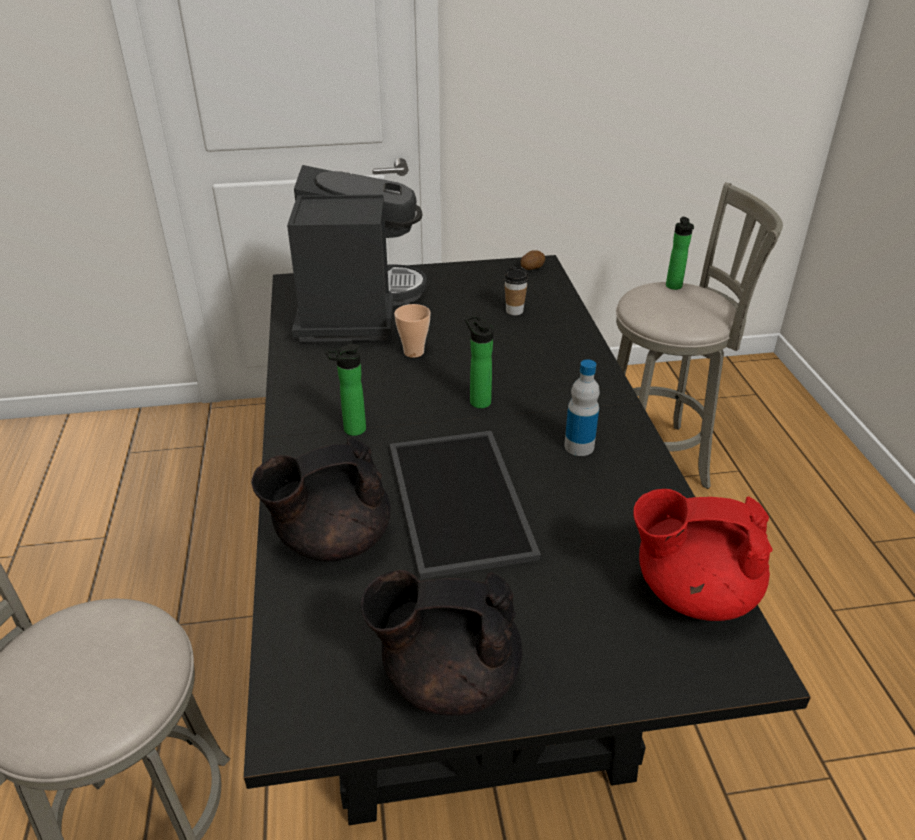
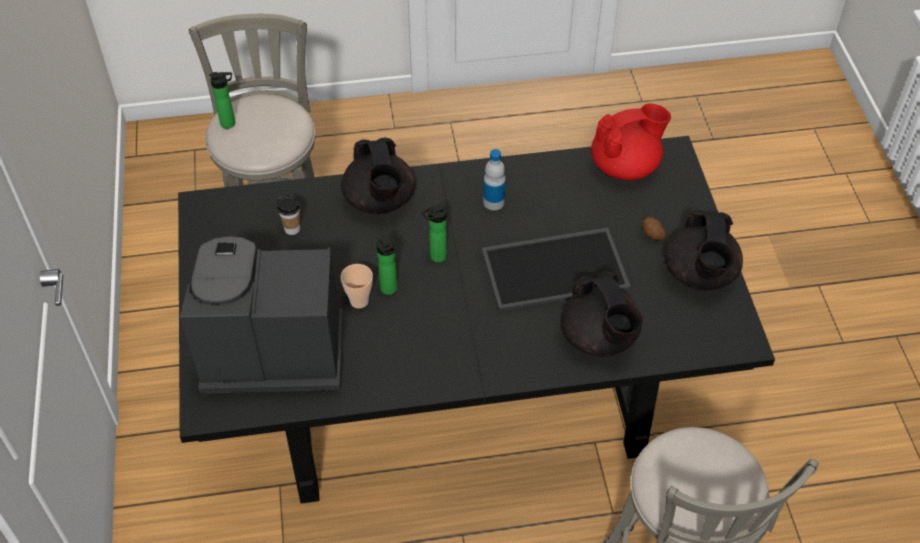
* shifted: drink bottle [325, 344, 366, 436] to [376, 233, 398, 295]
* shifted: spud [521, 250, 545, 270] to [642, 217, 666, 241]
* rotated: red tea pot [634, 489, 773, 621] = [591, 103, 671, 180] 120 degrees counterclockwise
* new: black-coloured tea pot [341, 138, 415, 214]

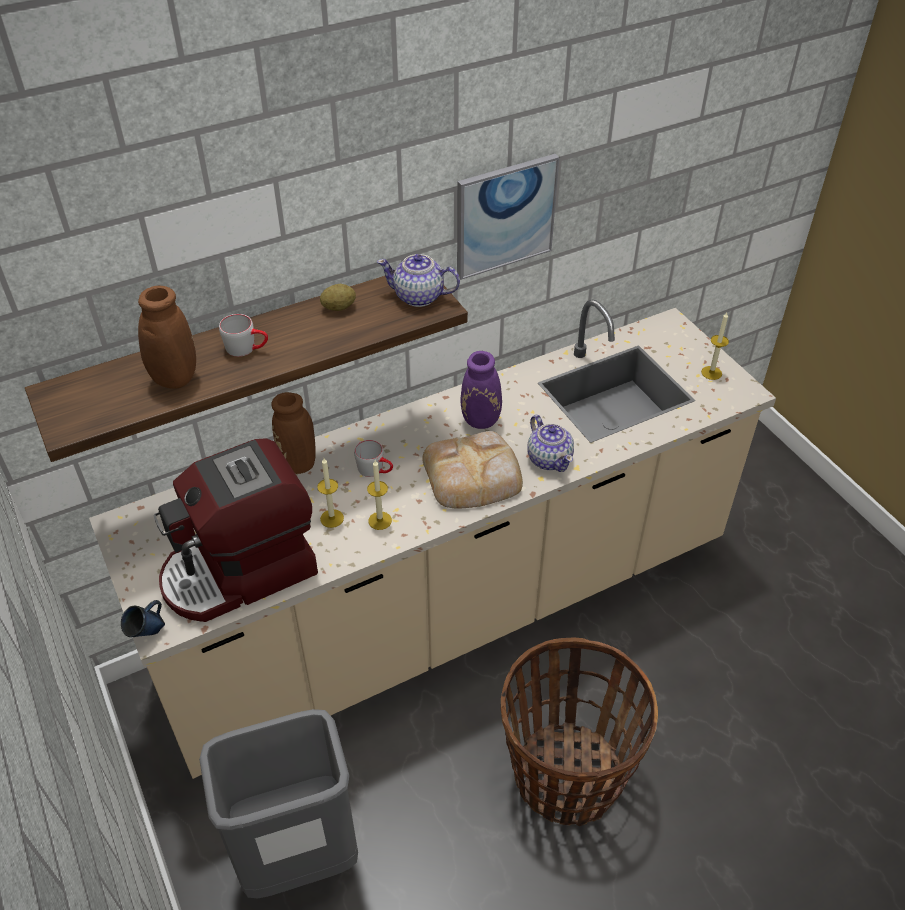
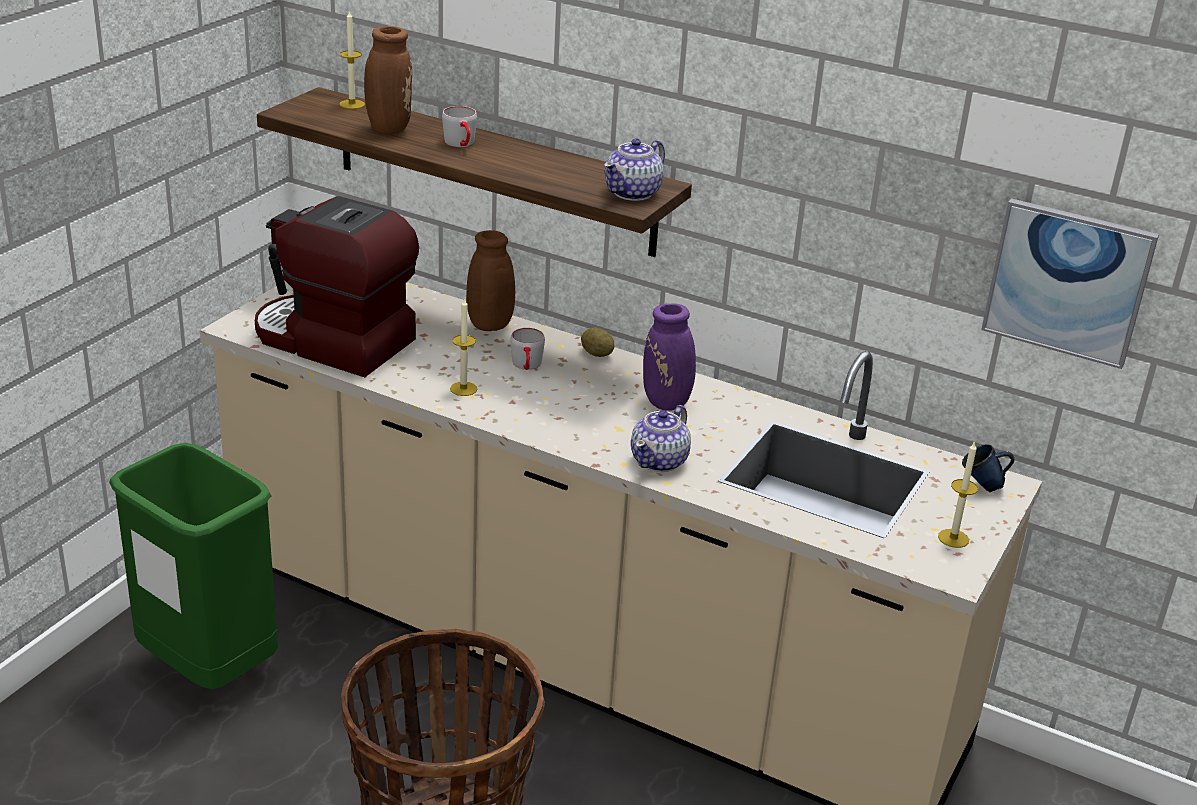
* shifted: bluish coffee mug [121, 600, 165, 637] to [962, 444, 1014, 492]
* repainted: gray rubbish bin [199, 709, 358, 898] to green rubbish bin [109, 442, 278, 690]
* shifted: wax light [317, 458, 344, 528] to [339, 11, 365, 109]
* shifted: spud [320, 284, 356, 311] to [581, 328, 615, 357]
* rotated: tea pot [377, 254, 460, 307] = [604, 138, 665, 201] 120 degrees counterclockwise
* gone: bakery bread [422, 431, 523, 508]
* shifted: wall picture [457, 154, 559, 280] to [981, 198, 1159, 369]

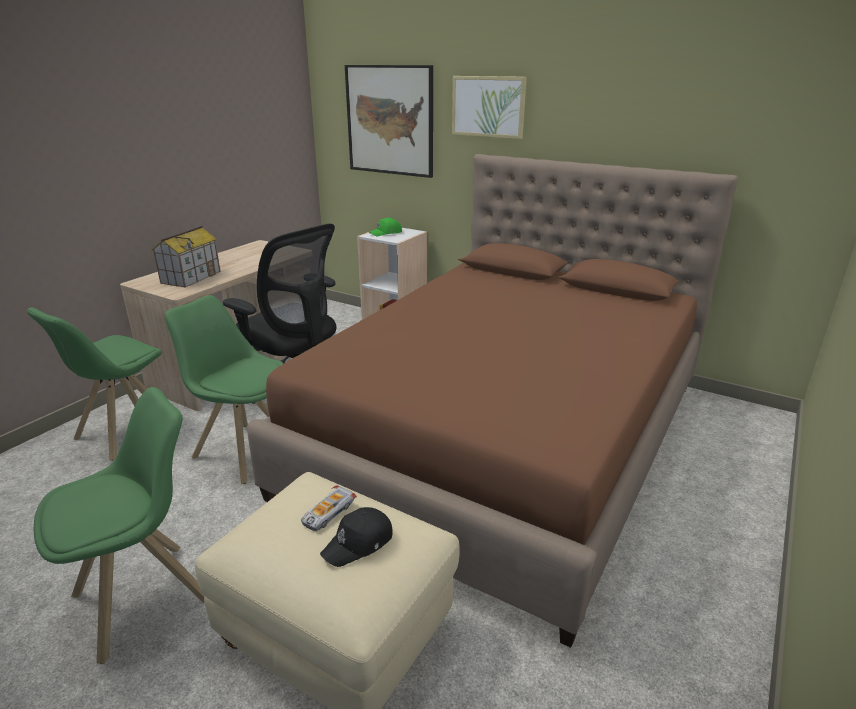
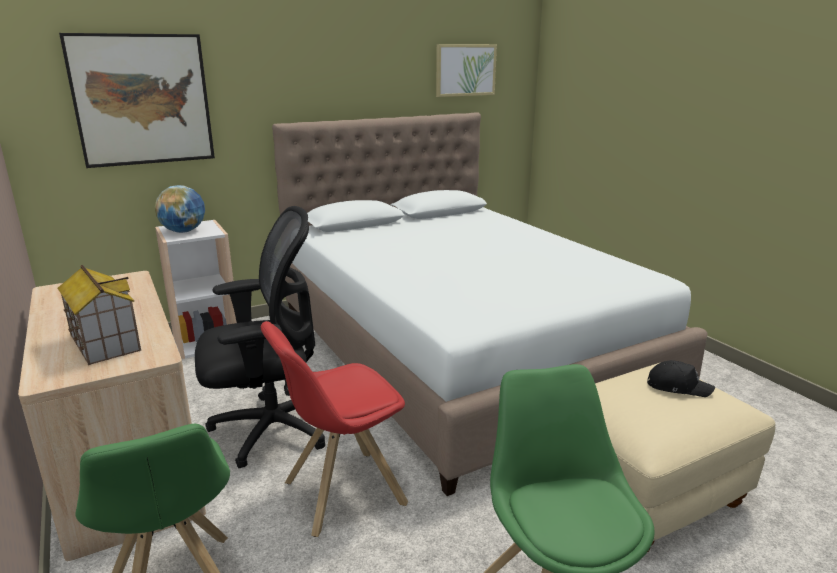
* repainted: green chair [165, 295, 284, 484] to red chair [261, 321, 408, 537]
* repainted: brown-coloured sleeping bed [247, 154, 738, 648] to white-coloured sleeping bed [272, 113, 708, 496]
* gone: toy car [301, 485, 357, 531]
* rotated: black-coloured cap [320, 507, 393, 567] = [647, 360, 715, 397] 60 degrees counterclockwise
* swapped: green cap [369, 217, 402, 237] to world globe [155, 185, 205, 233]
* shifted: wall picture [452, 76, 527, 139] to [436, 44, 497, 97]

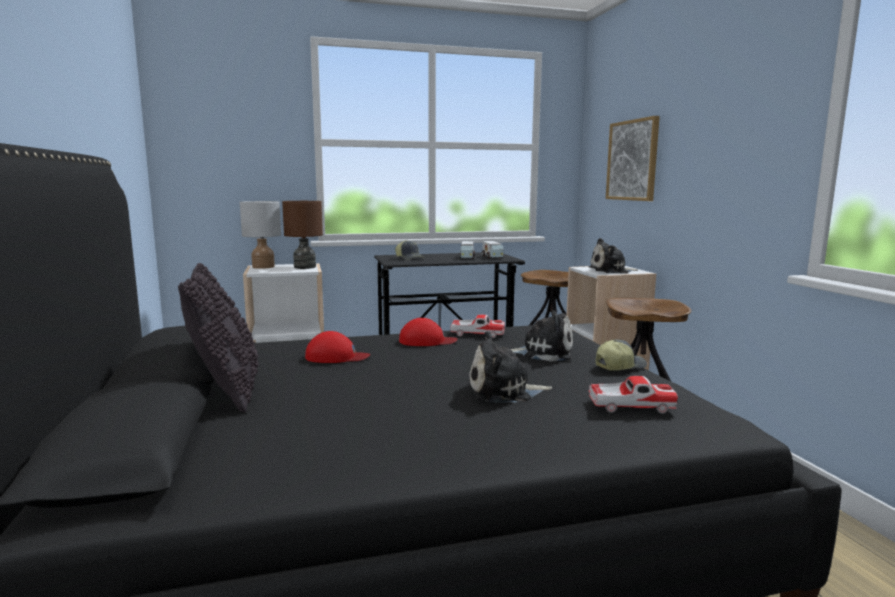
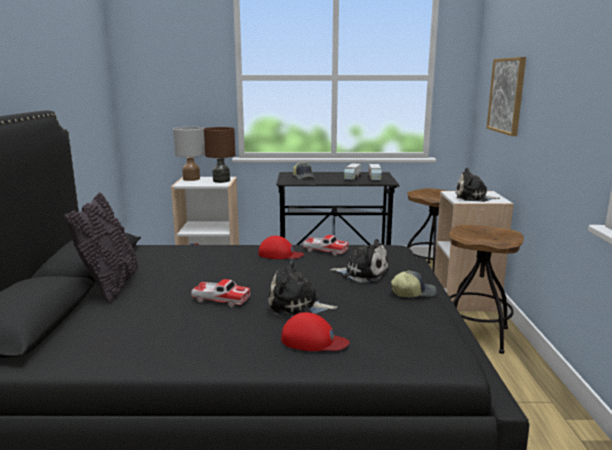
* shifted: red cap [305, 331, 370, 363] to [281, 312, 350, 351]
* shifted: toy car [588, 376, 678, 414] to [191, 279, 250, 307]

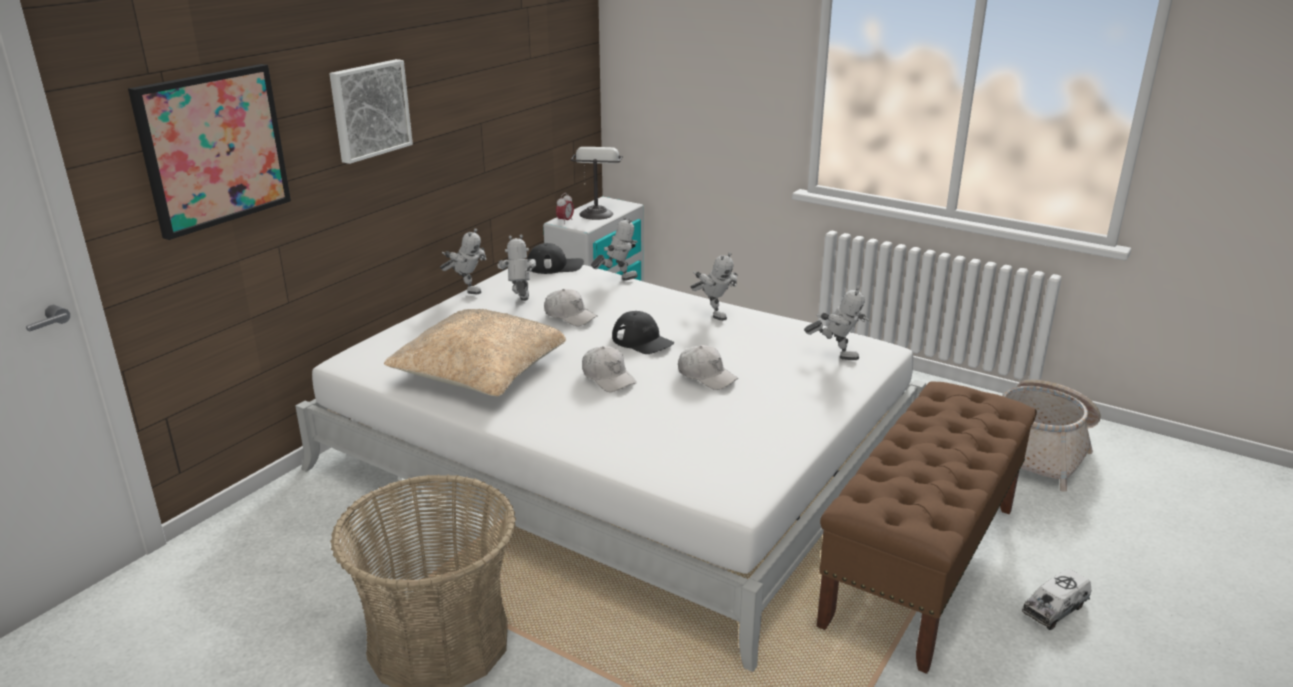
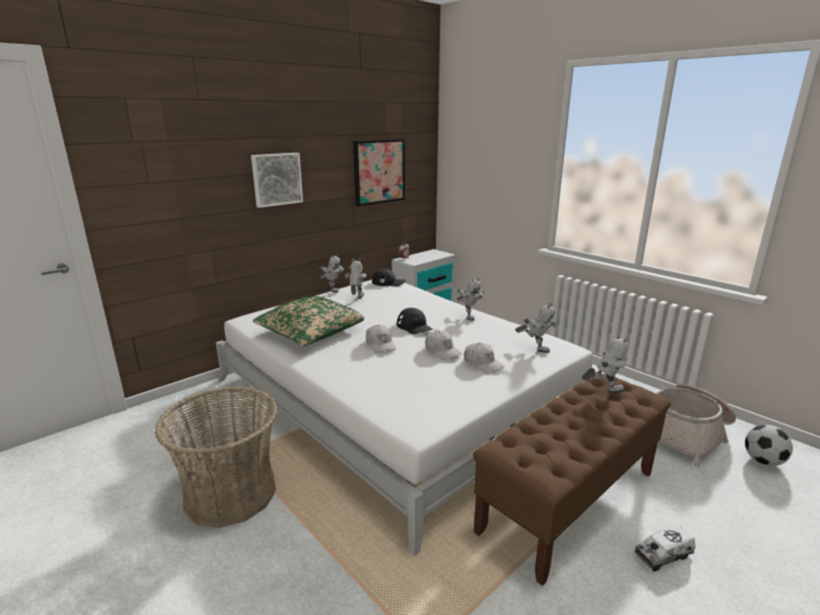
* shifted: wall picture [128, 64, 291, 240] to [353, 139, 405, 206]
* repainted: sand-coloured pillow [384, 309, 566, 397] to green pillow [253, 296, 364, 346]
* shifted: white-coloured cap [544, 289, 598, 326] to [464, 342, 504, 373]
* gone: table lamp [571, 147, 623, 220]
* shifted: toy robot [591, 216, 638, 281] to [582, 335, 628, 394]
* new: ball for football [745, 425, 793, 466]

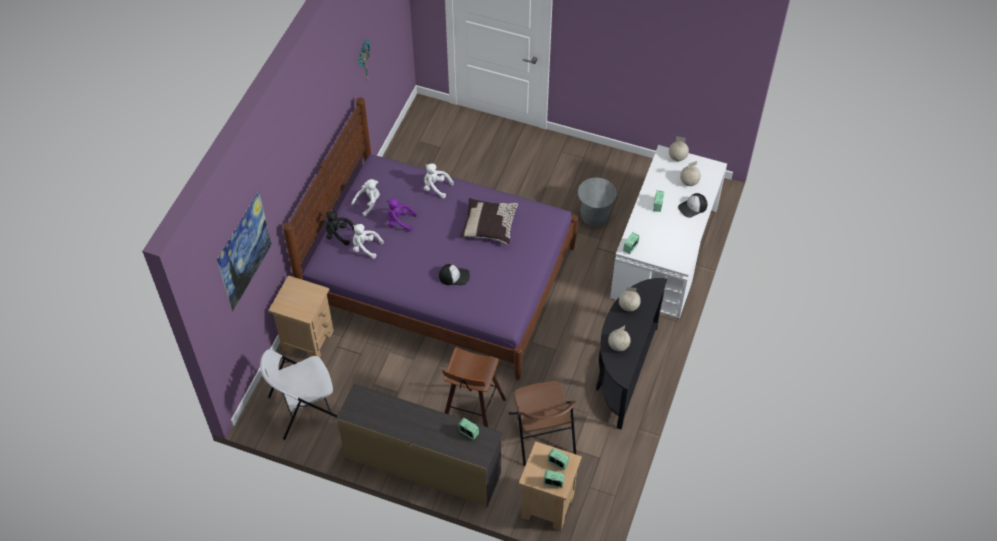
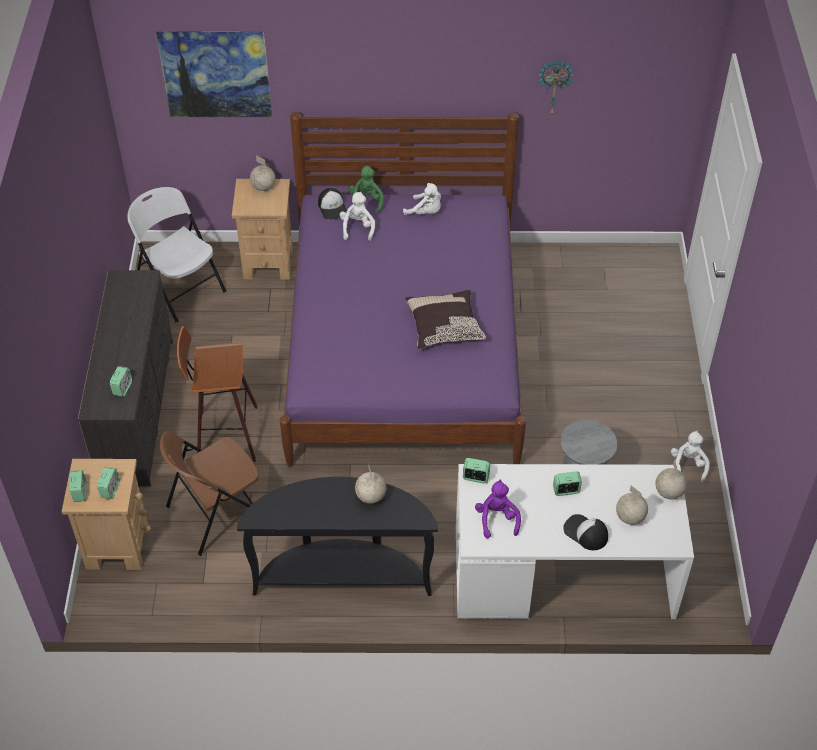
* repainted: black-coloured soft toy [326, 211, 355, 246] to green soft toy [349, 166, 384, 214]
* shifted: purplish soft toy [387, 198, 417, 232] to [475, 480, 521, 538]
* shifted: white-coloured soft toy [424, 163, 454, 198] to [671, 431, 710, 482]
* shifted: cap [439, 264, 470, 285] to [318, 188, 347, 220]
* shifted: world globe [608, 326, 631, 351] to [250, 155, 275, 191]

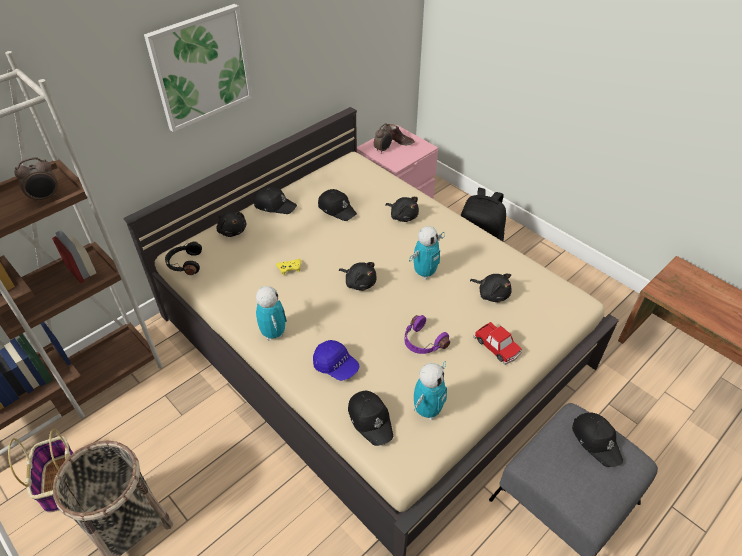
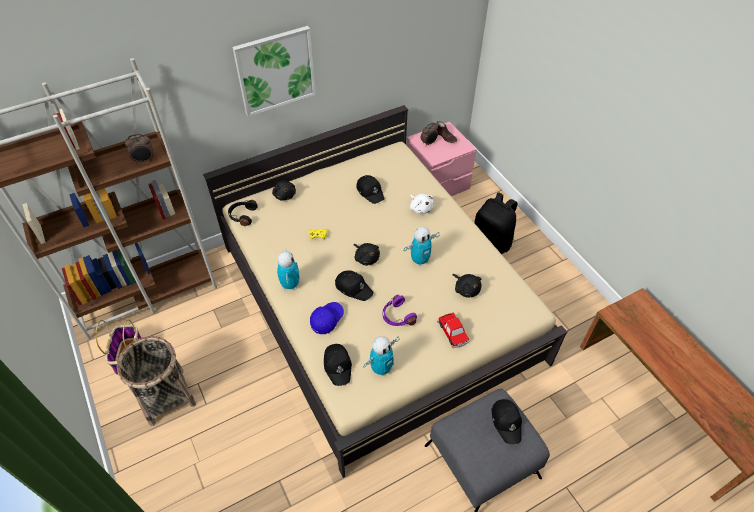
* shifted: black-coloured cap [253, 187, 297, 214] to [335, 271, 373, 301]
* rotated: bluish cap [313, 340, 359, 381] = [310, 302, 344, 334] 105 degrees counterclockwise
* repainted: black-coloured soft toy [385, 197, 419, 222] to white-coloured soft toy [410, 194, 434, 214]

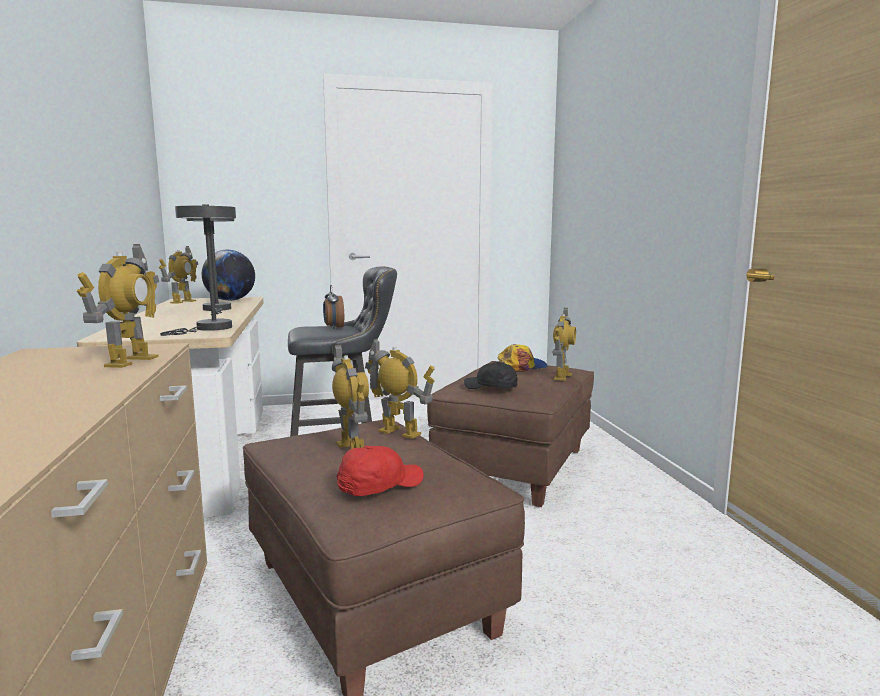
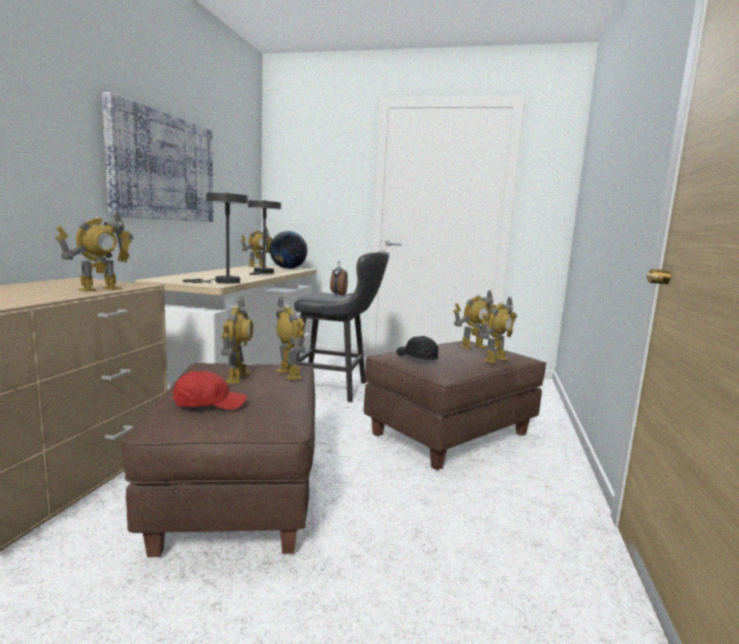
* swapped: cap [498, 344, 548, 372] to toy robot [453, 290, 496, 349]
* new: wall picture [102, 92, 213, 222]

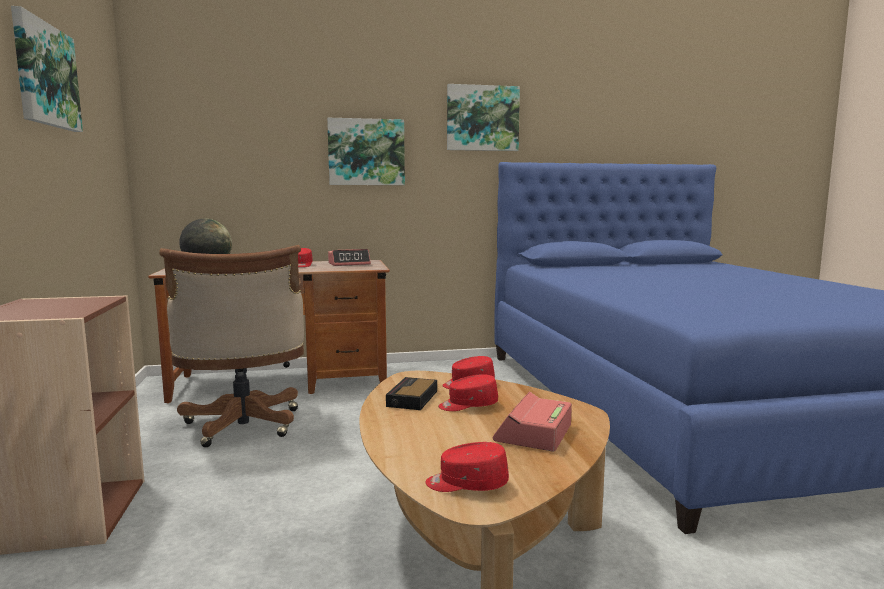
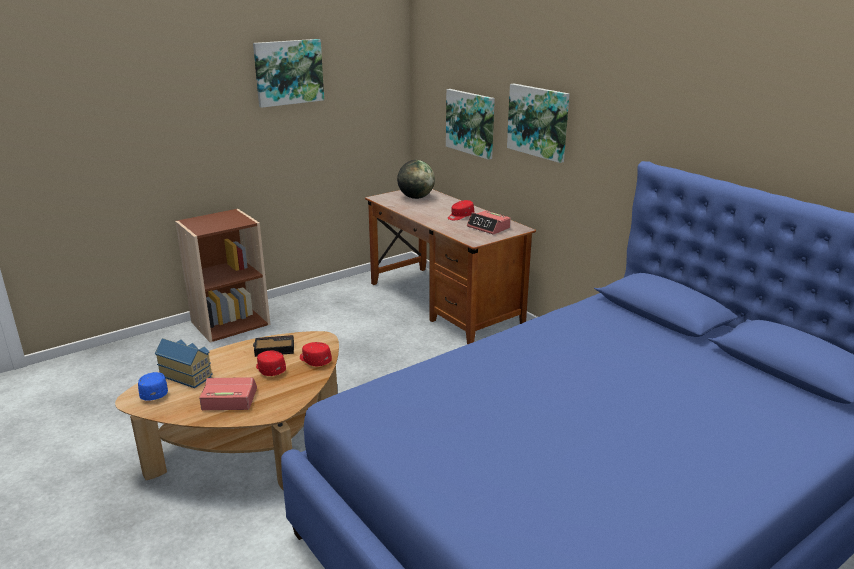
* gone: computer chair [159, 245, 304, 447]
* repainted: red cap [426, 442, 509, 492] to bluish cap [138, 372, 168, 401]
* shifted: wall picture [447, 84, 520, 151] to [446, 89, 495, 160]
* new: model house [155, 338, 213, 388]

